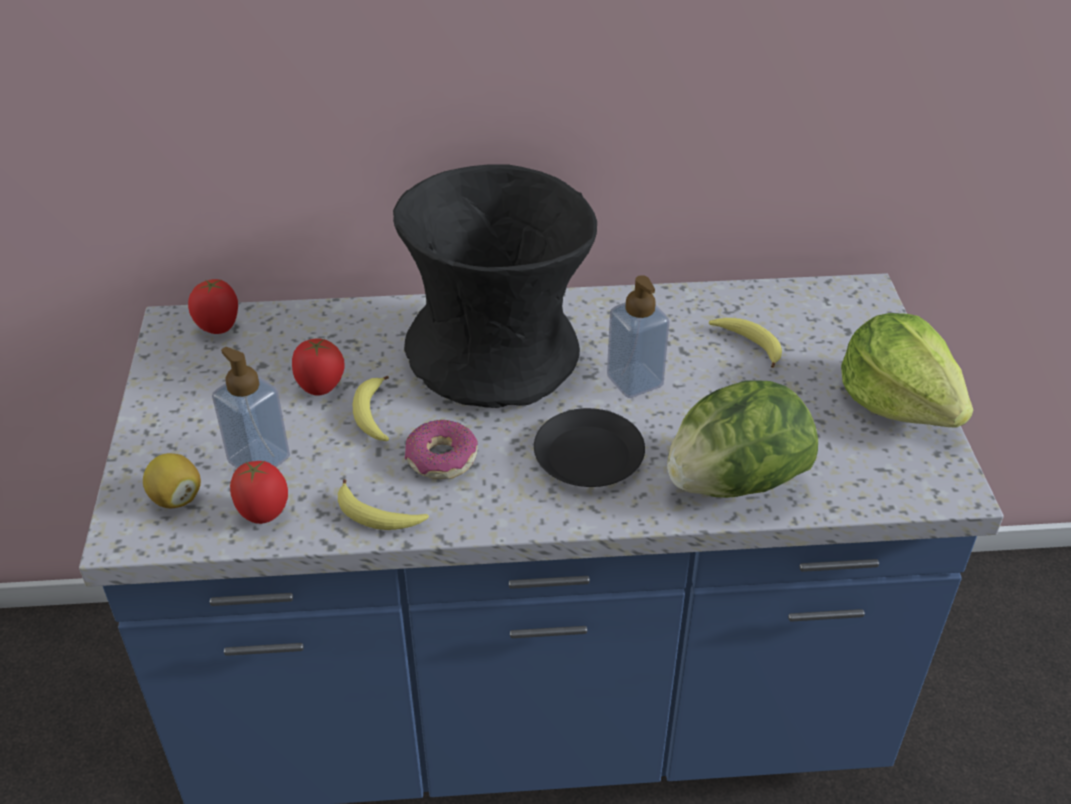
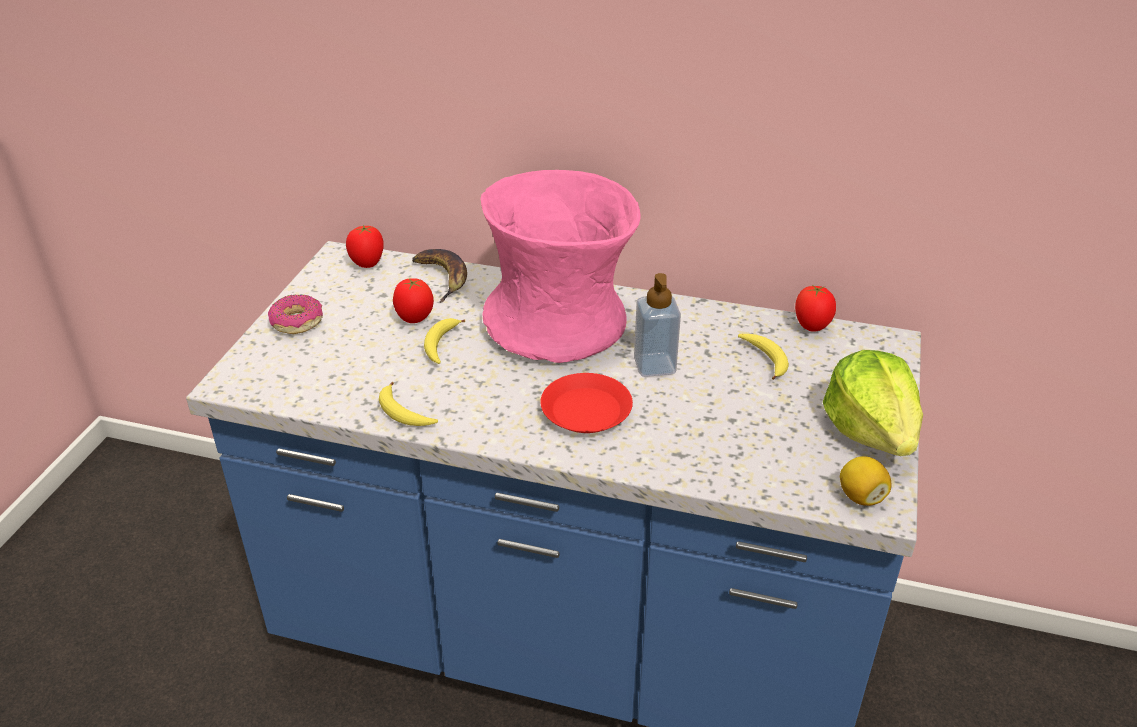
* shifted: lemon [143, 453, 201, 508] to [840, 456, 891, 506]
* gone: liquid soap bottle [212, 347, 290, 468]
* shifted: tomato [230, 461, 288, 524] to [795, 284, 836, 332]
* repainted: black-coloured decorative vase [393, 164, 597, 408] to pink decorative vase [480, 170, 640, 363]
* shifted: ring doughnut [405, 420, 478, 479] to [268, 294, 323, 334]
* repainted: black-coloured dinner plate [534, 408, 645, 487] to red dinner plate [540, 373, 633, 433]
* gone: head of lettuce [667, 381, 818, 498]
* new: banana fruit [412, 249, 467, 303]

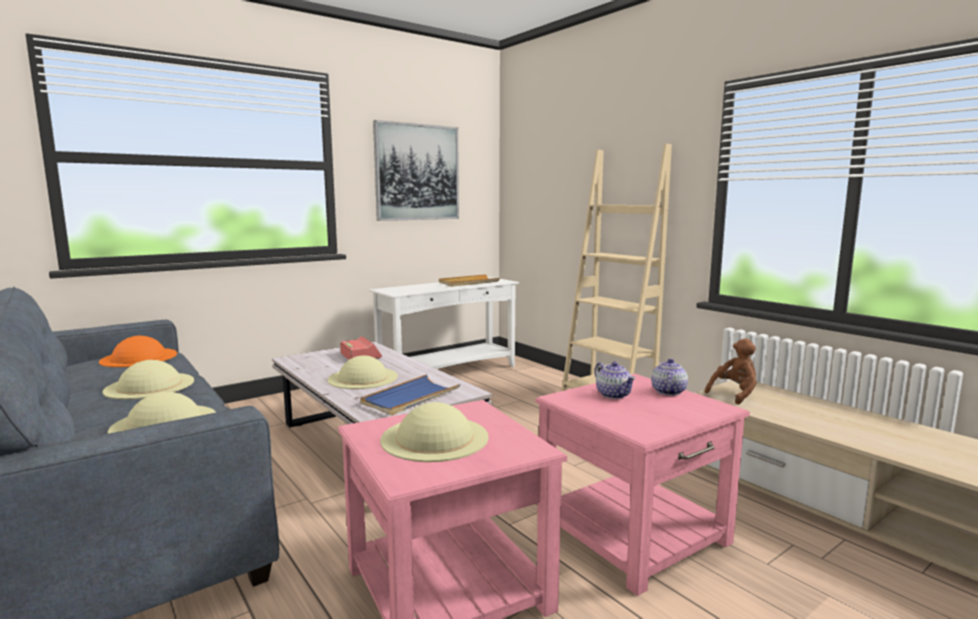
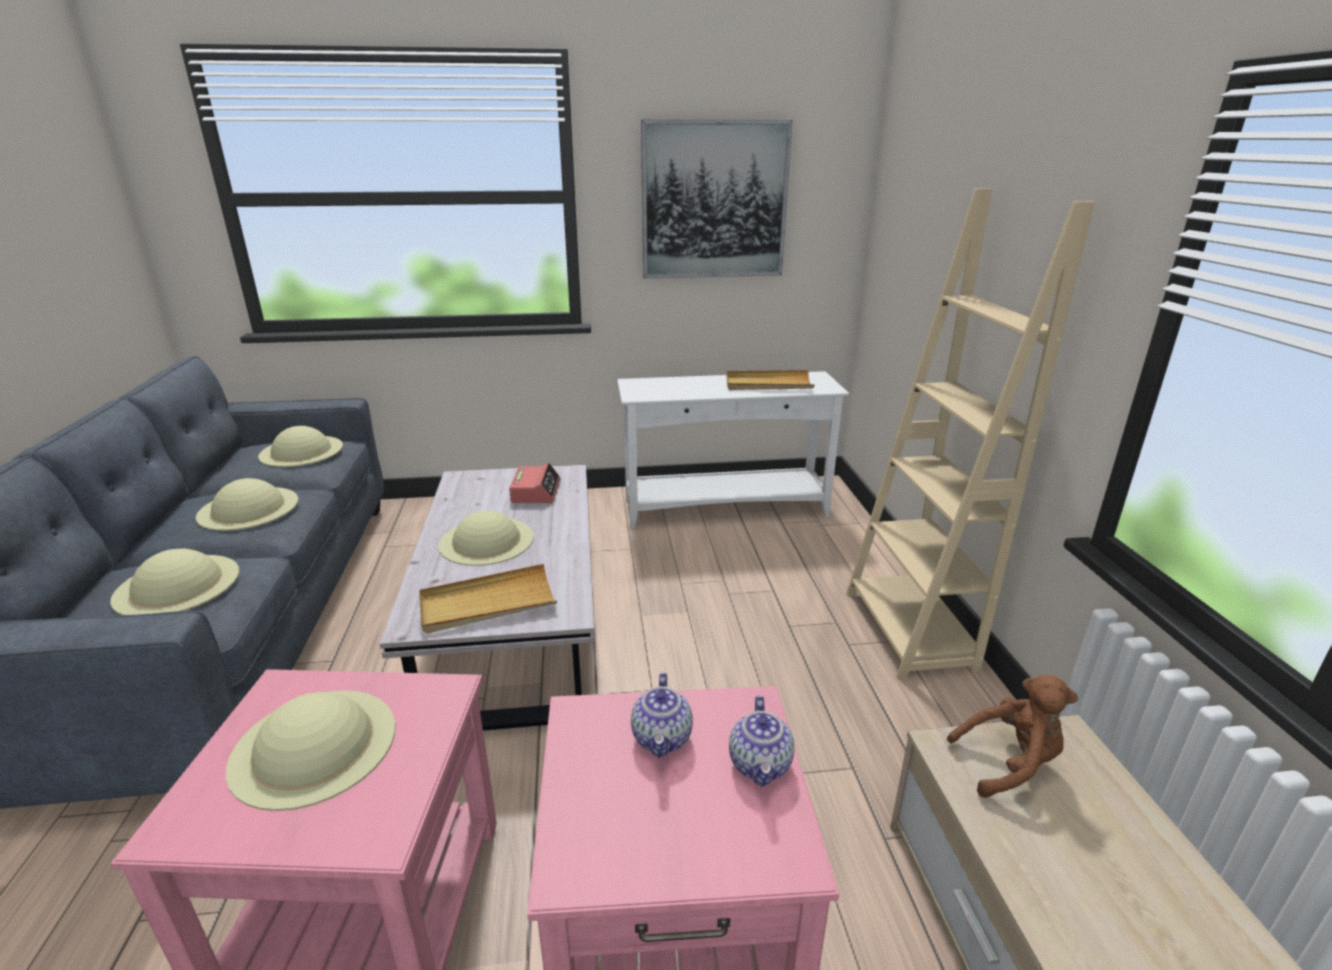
* repainted: orangey wearable hat [99, 336, 177, 367] to sand-coloured wearable hat [258, 426, 343, 467]
* repainted: bluish serving tray [360, 374, 460, 415] to sand-coloured serving tray [419, 564, 557, 633]
* rotated: tea pot [651, 359, 688, 396] = [729, 695, 794, 787] 135 degrees clockwise

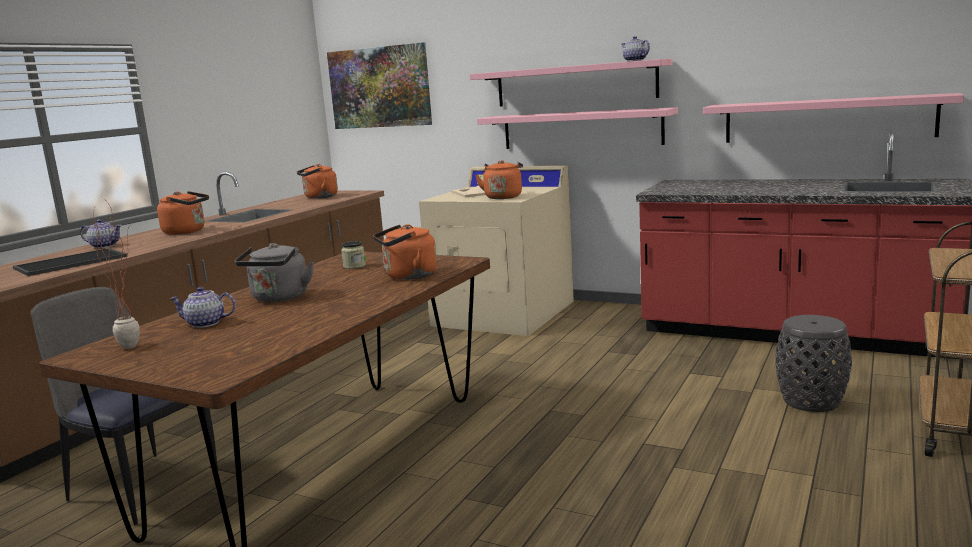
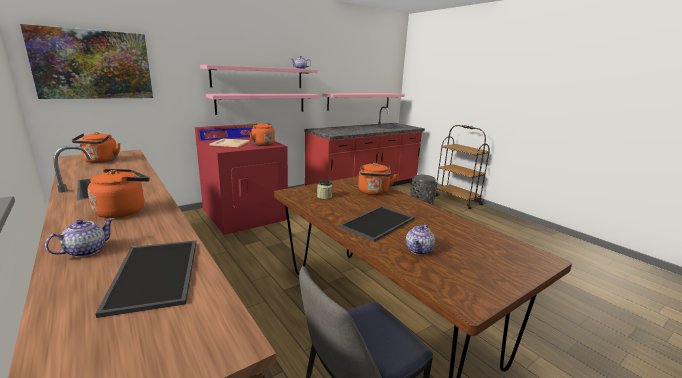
* gone: plant in a pot [91, 197, 140, 349]
* swapped: gray tea kettle [235, 243, 314, 302] to serving tray [339, 206, 415, 242]
* repainted: sand-coloured washing machine [419, 165, 574, 336] to red washing machine [195, 124, 288, 235]

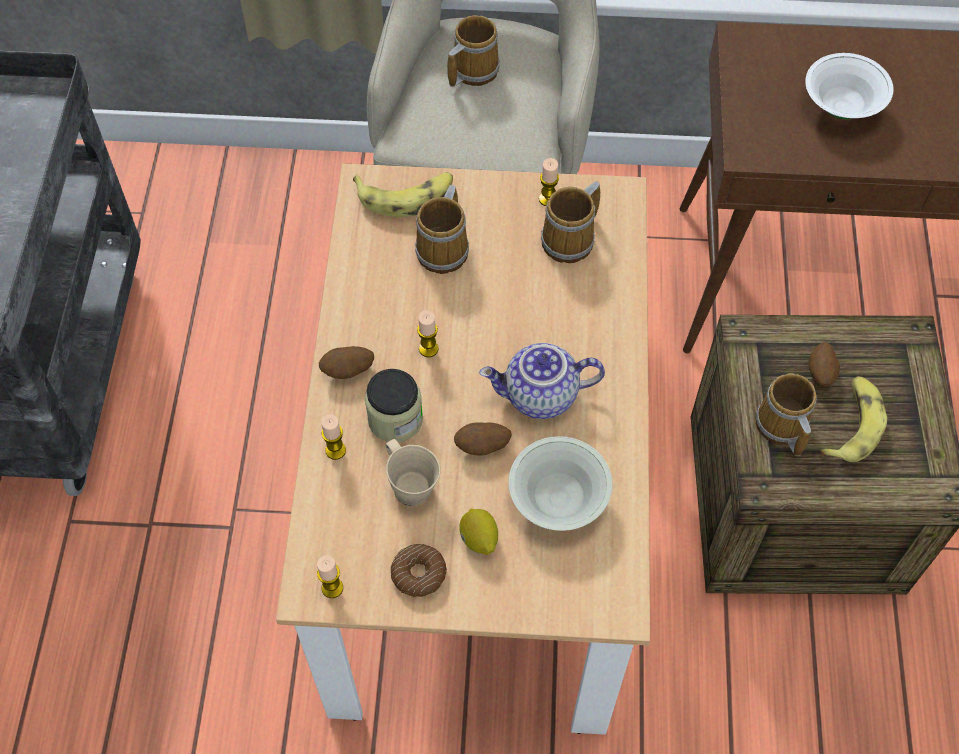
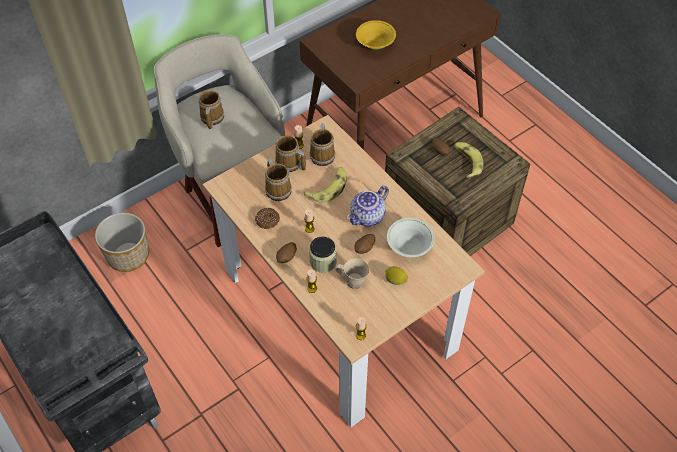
* shifted: banana fruit [353, 172, 453, 217] to [304, 167, 347, 203]
* shifted: ring doughnut [391, 544, 447, 597] to [255, 208, 280, 229]
* shifted: coffee mug [756, 373, 816, 456] to [275, 135, 306, 172]
* repainted: white-coloured serving bowl [805, 53, 893, 119] to yellowish serving bowl [356, 20, 396, 50]
* new: planter [95, 213, 149, 272]

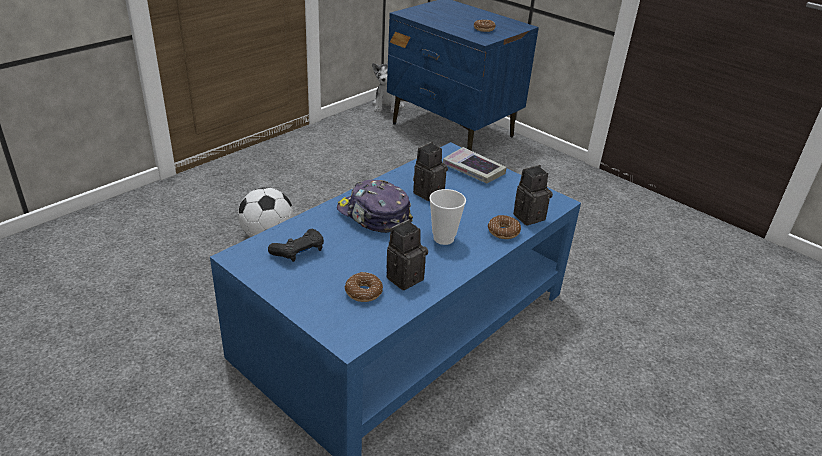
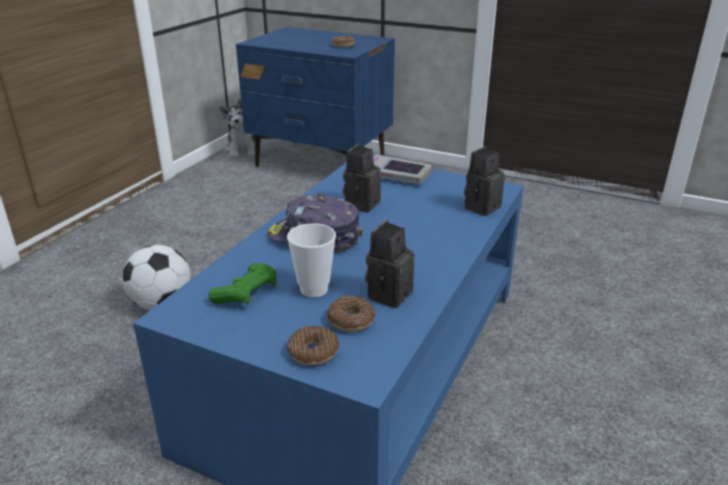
* repainted: black-coloured game controller [268, 229, 324, 262] to green game controller [208, 263, 277, 305]
* shifted: drinking cup [429, 189, 466, 245] to [287, 223, 336, 298]
* shifted: ring doughnut [488, 215, 521, 239] to [287, 326, 339, 366]

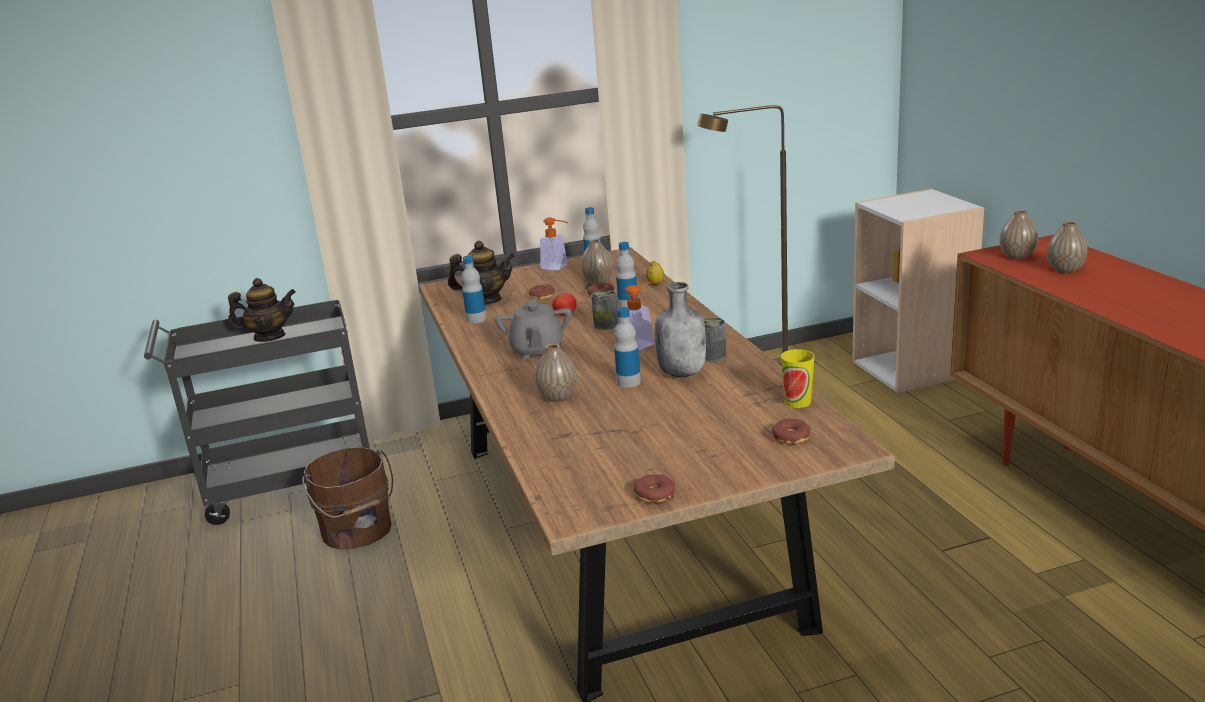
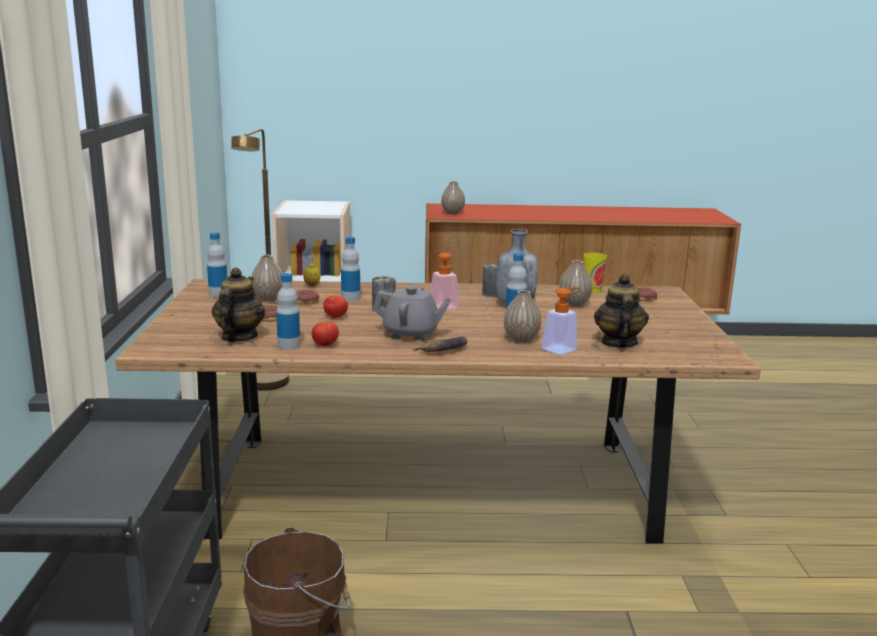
* shifted: tea pot [228, 278, 296, 342] to [594, 274, 649, 348]
* shifted: liquid soap bottle [540, 217, 568, 271] to [541, 287, 580, 355]
* gone: ring doughnut [634, 474, 675, 503]
* shifted: decorative vase [1047, 221, 1088, 273] to [559, 260, 593, 306]
* new: tomato [312, 322, 339, 346]
* new: banana fruit [412, 337, 468, 352]

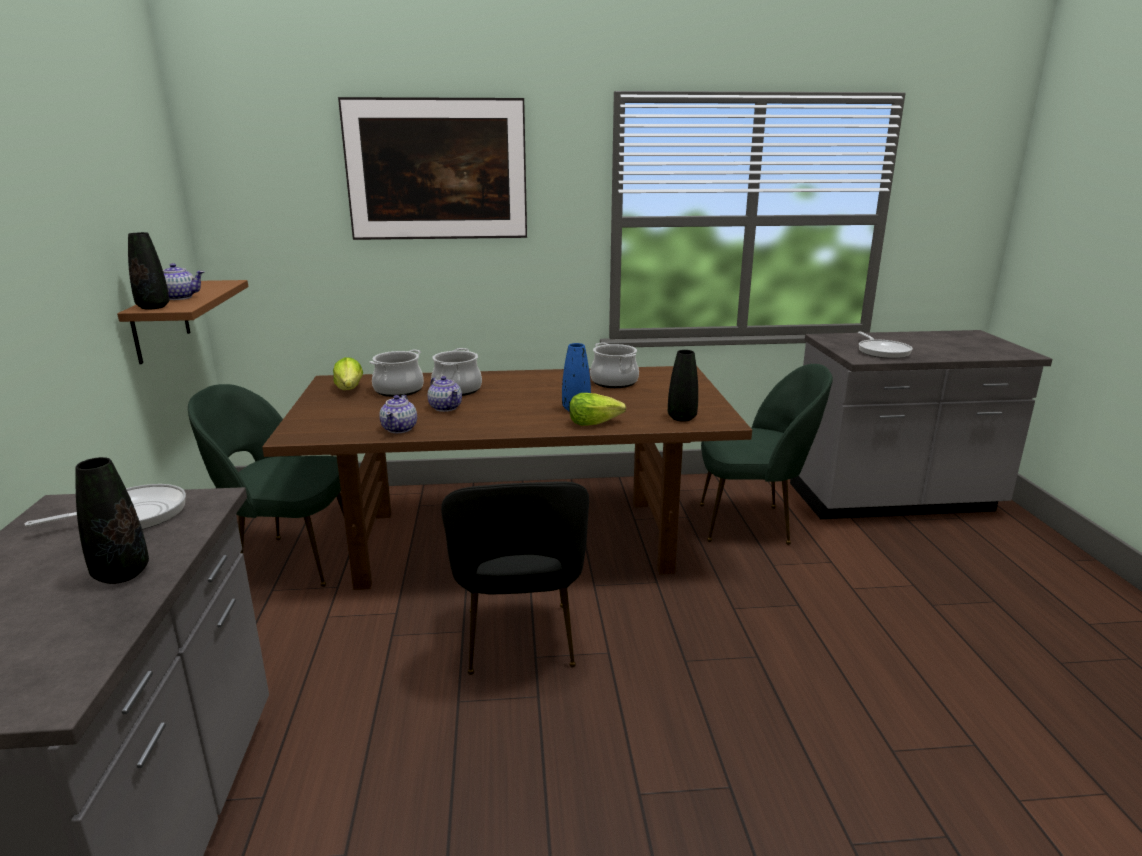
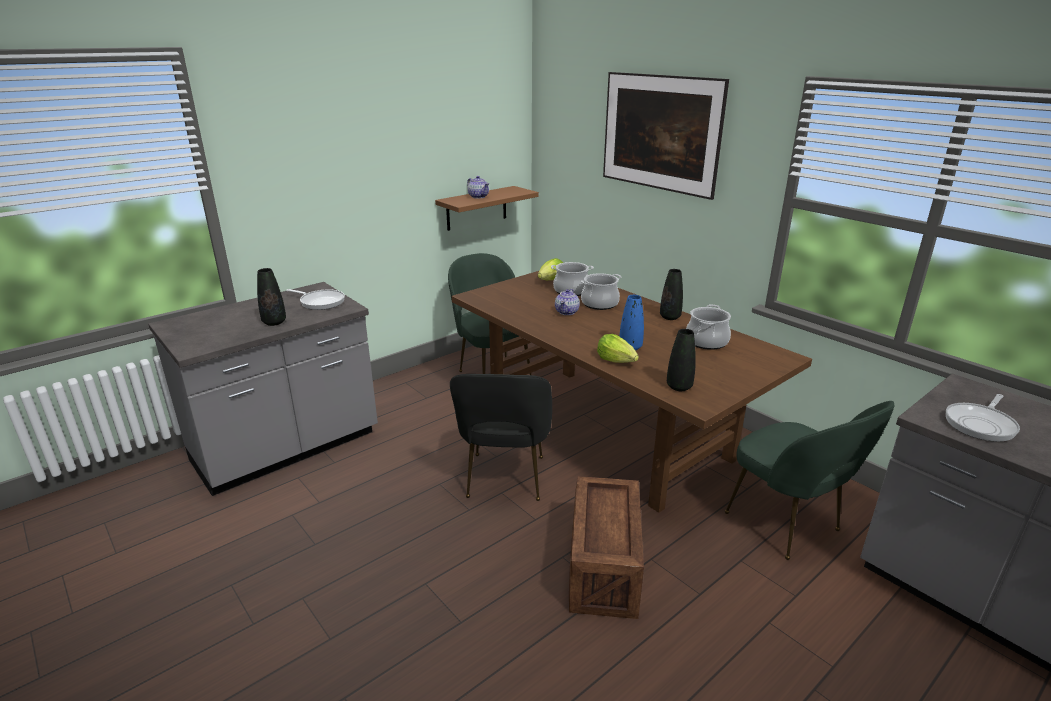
* shifted: black-coloured decorative vase [128, 232, 169, 309] to [660, 269, 683, 320]
* gone: tea pot [379, 395, 417, 433]
* rotated: black-coloured chair [441, 481, 589, 675] = [450, 374, 552, 501] 45 degrees counterclockwise
* new: packing crate [569, 476, 644, 619]

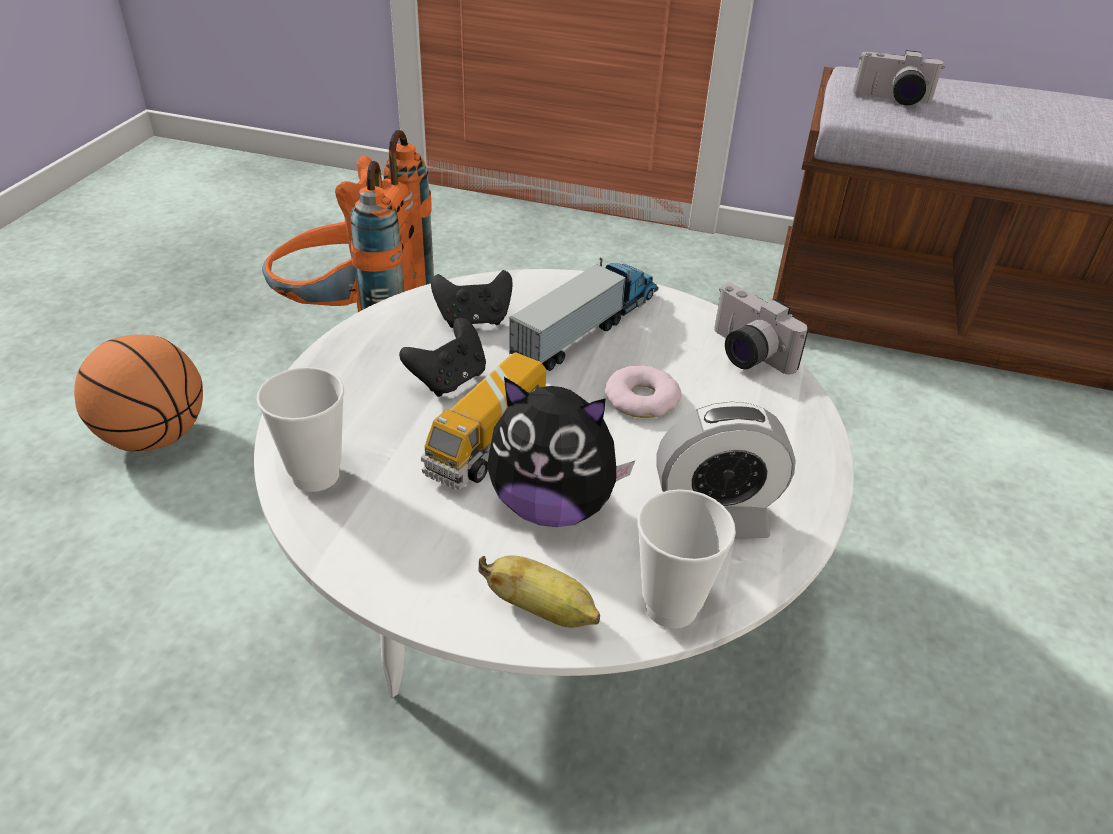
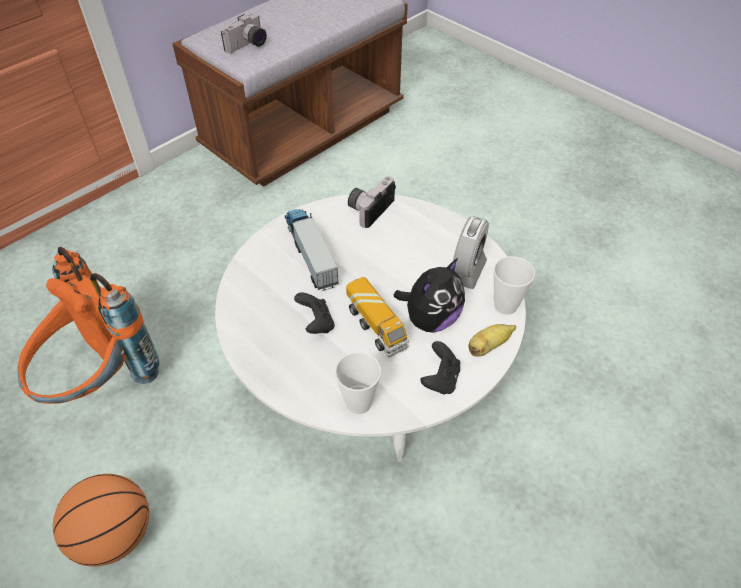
* shifted: black-coloured game controller [431, 270, 513, 328] to [421, 341, 460, 395]
* gone: ring doughnut [605, 365, 682, 418]
* rotated: photo camera [714, 284, 808, 374] = [348, 176, 396, 228] 135 degrees clockwise

